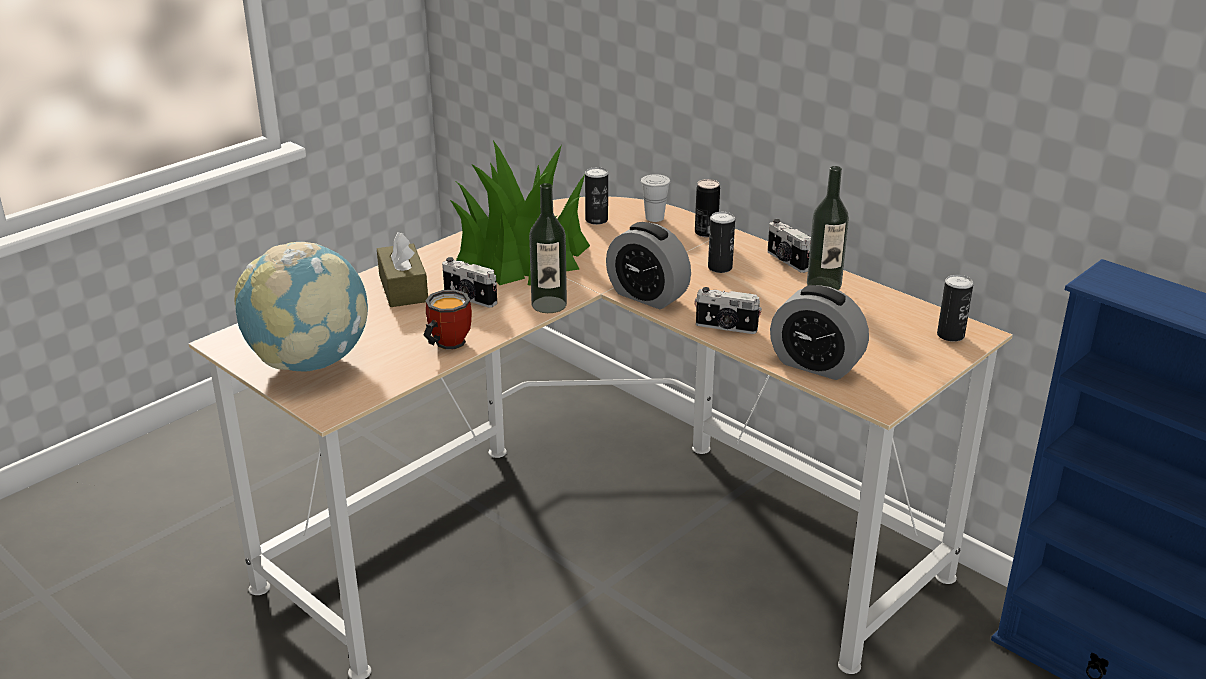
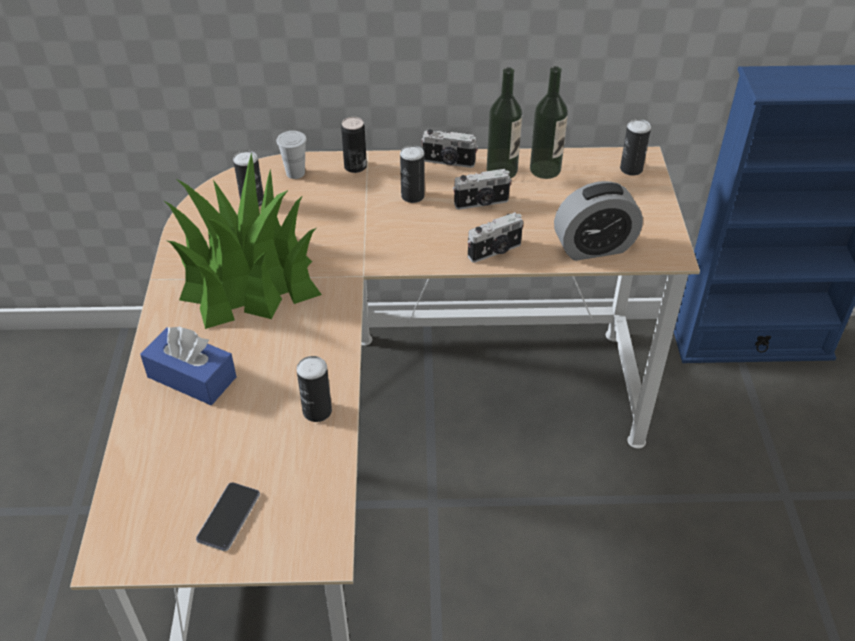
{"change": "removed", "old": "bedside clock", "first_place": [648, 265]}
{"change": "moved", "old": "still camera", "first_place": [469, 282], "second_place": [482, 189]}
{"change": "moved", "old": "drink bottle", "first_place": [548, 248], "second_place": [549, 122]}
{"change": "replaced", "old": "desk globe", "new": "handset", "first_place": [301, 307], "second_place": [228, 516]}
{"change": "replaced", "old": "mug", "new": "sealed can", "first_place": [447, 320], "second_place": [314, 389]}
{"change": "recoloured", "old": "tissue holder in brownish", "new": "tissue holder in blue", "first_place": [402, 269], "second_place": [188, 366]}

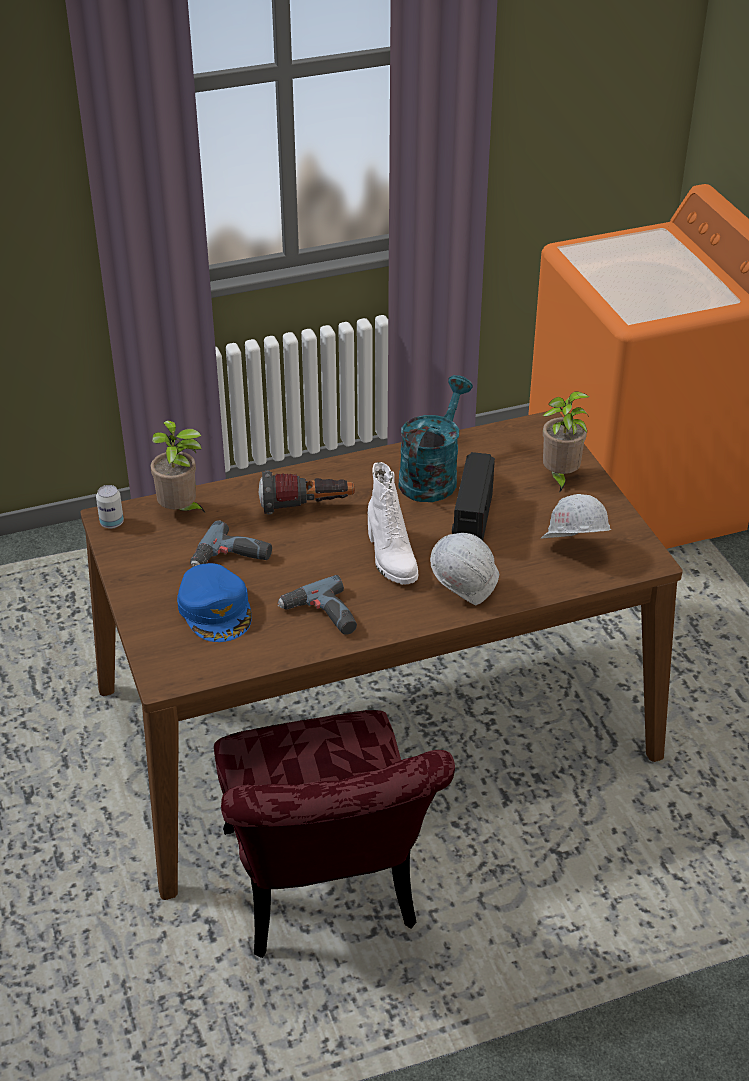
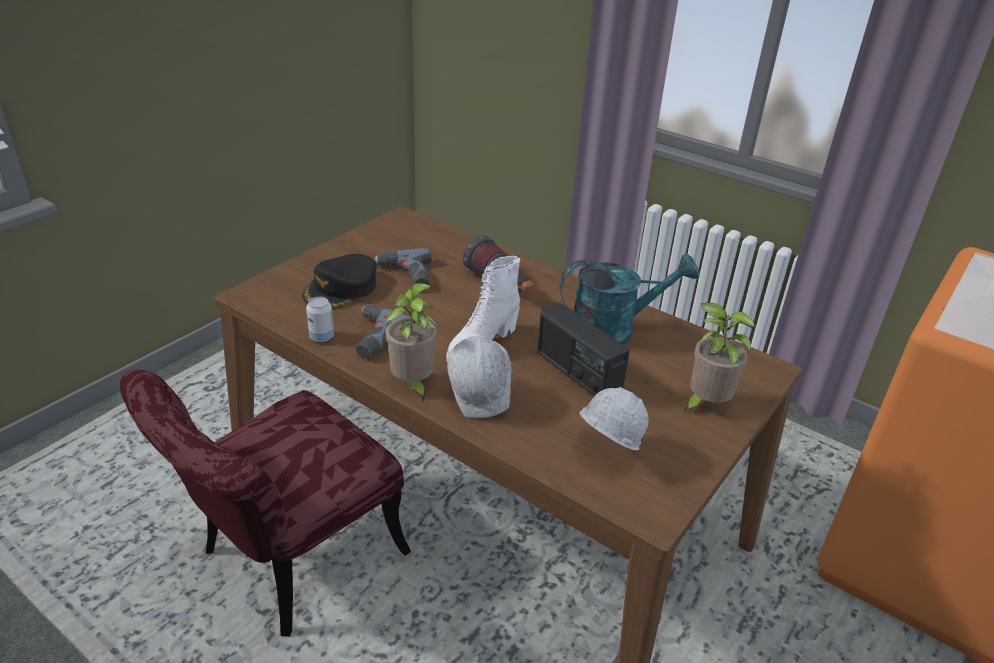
{"change": "moved", "old": "sealed can", "first_place": [110, 507], "second_place": [320, 319]}
{"change": "moved", "old": "houseplant", "first_place": [178, 467], "second_place": [412, 342]}
{"change": "recoloured", "old": "baseball cap in blue", "new": "baseball cap in blackish", "first_place": [214, 602], "second_place": [339, 281]}
{"change": "turned", "old": "radio", "first_place": [473, 496], "second_place": [583, 349], "degrees": -105}

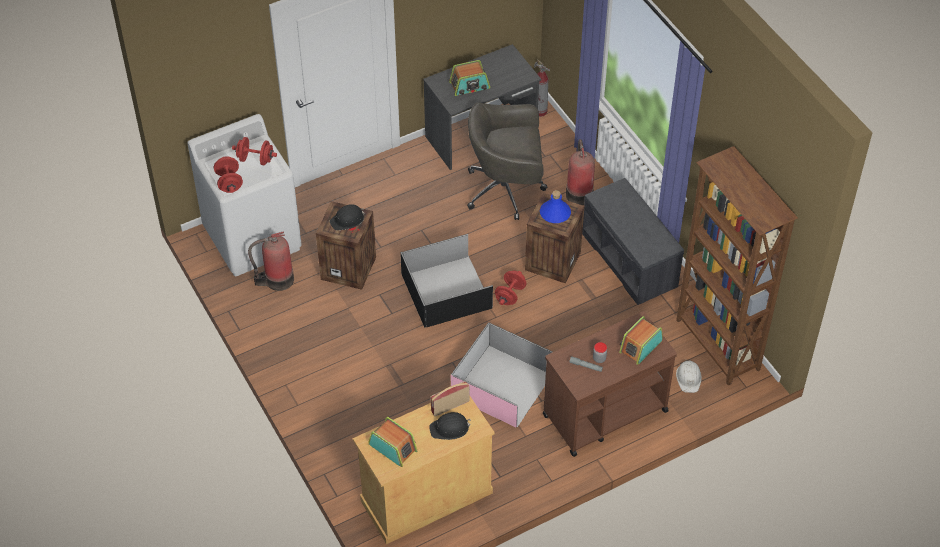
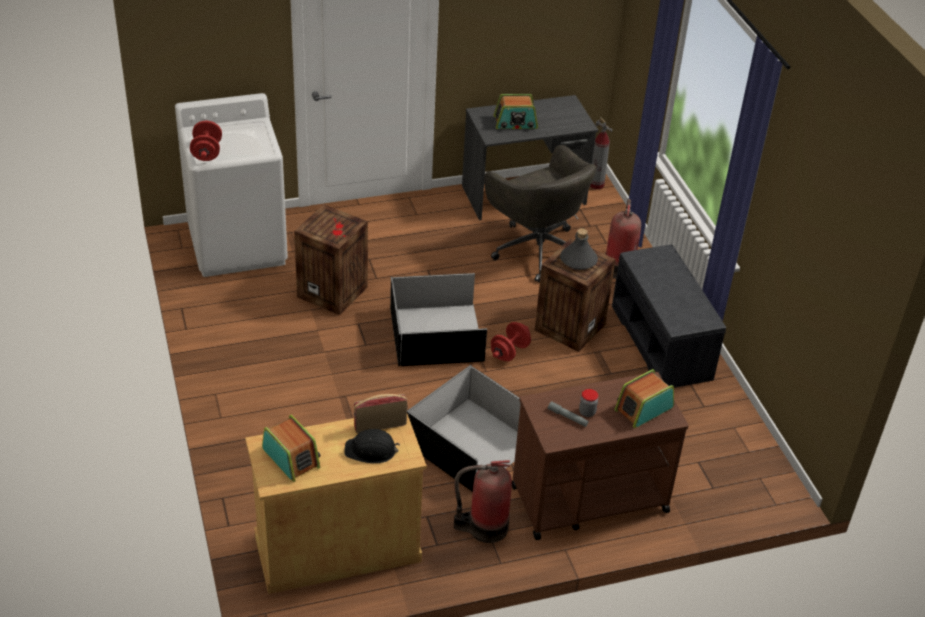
{"change": "removed", "old": "dumbbell in red", "first_place": [254, 151]}
{"change": "removed", "old": "safety helmet in blackish", "first_place": [347, 217]}
{"change": "removed", "old": "shelving unit in brownish", "first_place": [737, 265]}
{"change": "removed", "old": "safety helmet in white", "first_place": [689, 376]}
{"change": "moved", "old": "fire-fighting cylinder", "first_place": [271, 261], "second_place": [483, 501]}
{"change": "recoloured", "old": "storage bin in pinkish", "new": "storage bin in blackish", "first_place": [502, 374], "second_place": [464, 428]}
{"change": "recoloured", "old": "drink bottle in blue", "new": "drink bottle in gray", "first_place": [555, 206], "second_place": [579, 249]}
{"change": "turned", "old": "computer chair in gray", "first_place": [507, 161], "second_place": [540, 214], "degrees": -135}

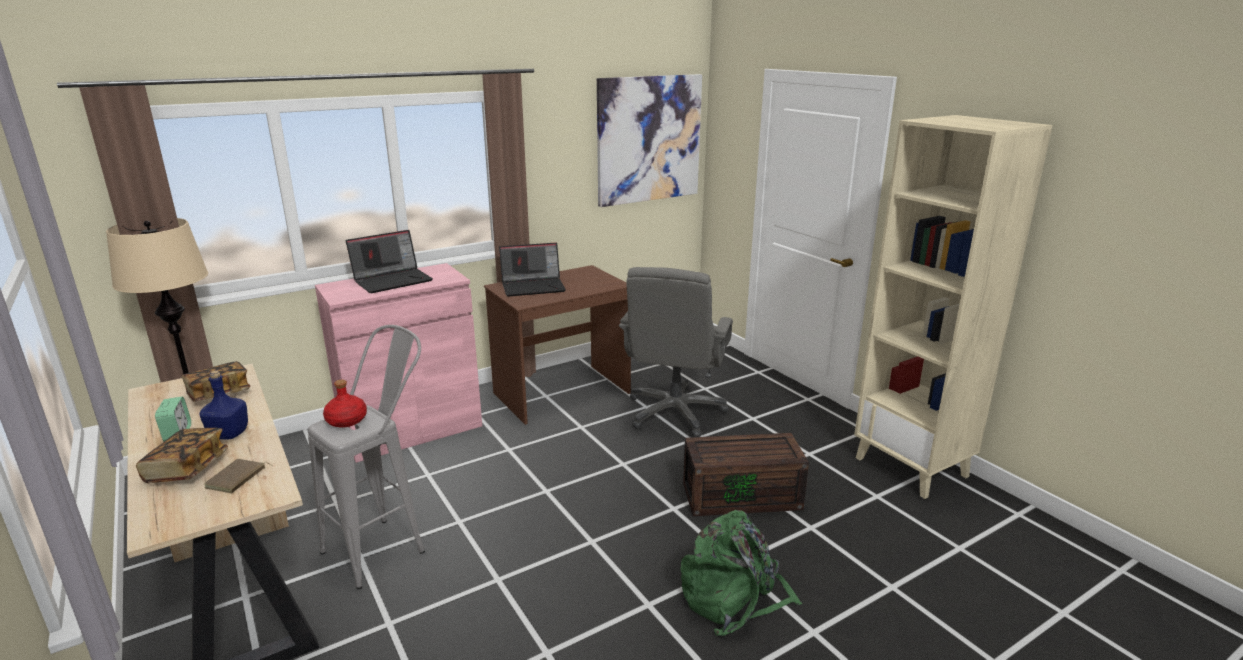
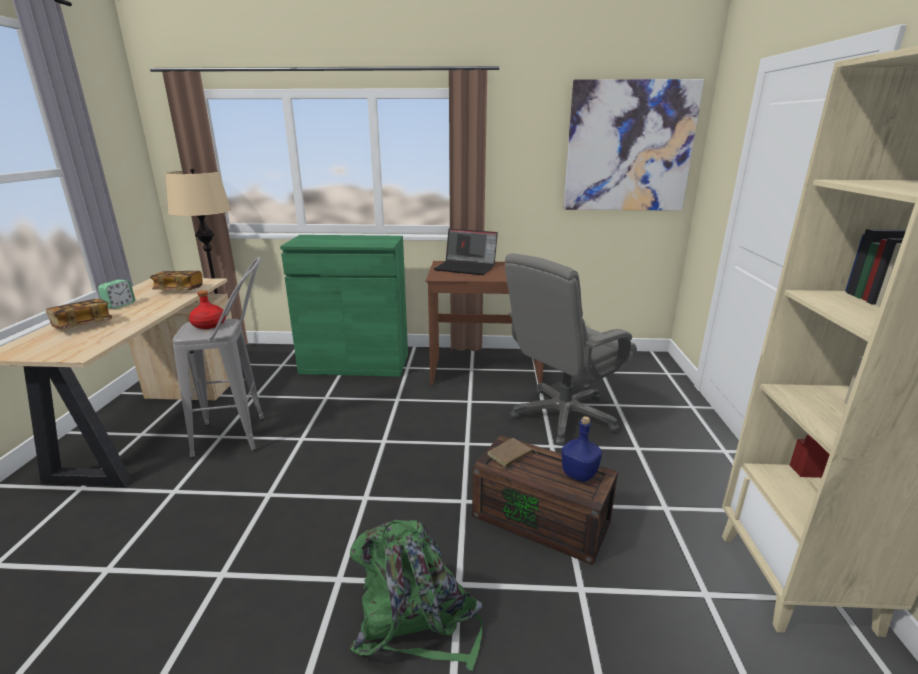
{"change": "removed", "old": "laptop", "first_place": [389, 261]}
{"change": "moved", "old": "drink bottle in blue", "first_place": [223, 405], "second_place": [582, 449]}
{"change": "moved", "old": "bound book in brownish", "first_place": [238, 476], "second_place": [512, 452]}
{"change": "recoloured", "old": "storage cabinet in pinkish", "new": "storage cabinet in green-coloured", "first_place": [398, 363], "second_place": [344, 306]}

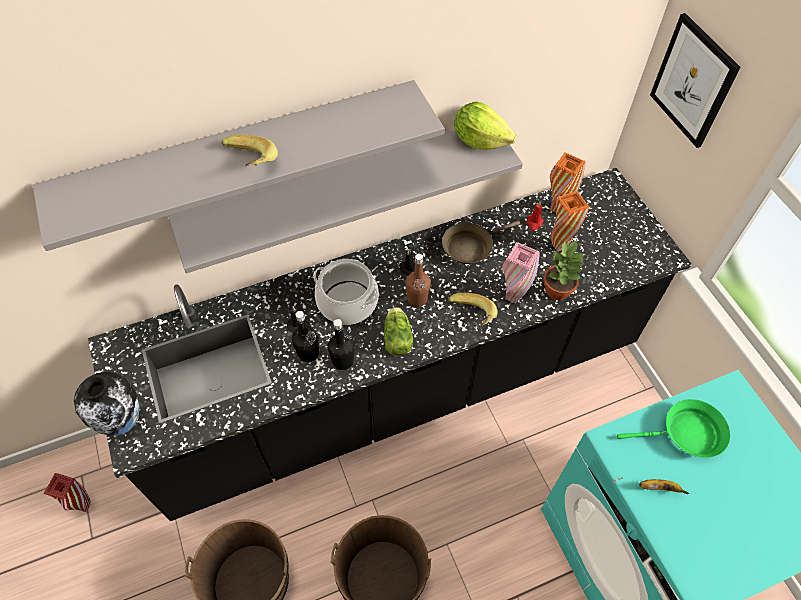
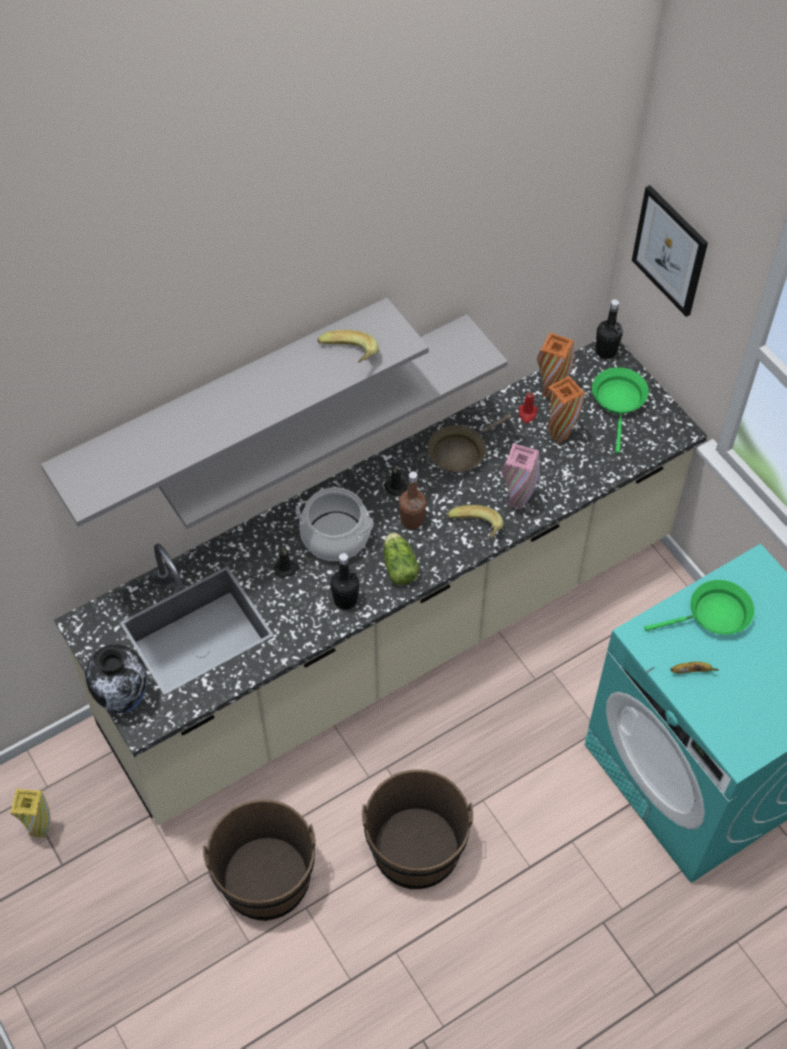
{"change": "removed", "old": "head of lettuce", "first_place": [485, 126]}
{"change": "removed", "old": "houseplant", "first_place": [563, 270]}
{"change": "added", "new": "pan in green-coloured", "second_place": [620, 410]}
{"change": "moved", "old": "banana", "first_place": [250, 151], "second_place": [348, 346]}
{"change": "moved", "old": "drink bottle in blackish", "first_place": [305, 336], "second_place": [609, 329]}
{"change": "recoloured", "old": "flower vase in red", "new": "flower vase in yellow-coloured", "first_place": [67, 492], "second_place": [30, 813]}
{"change": "recoloured", "old": "kitchen counter in blackish", "new": "kitchen counter in sand-coloured", "first_place": [390, 344], "second_place": [380, 583]}

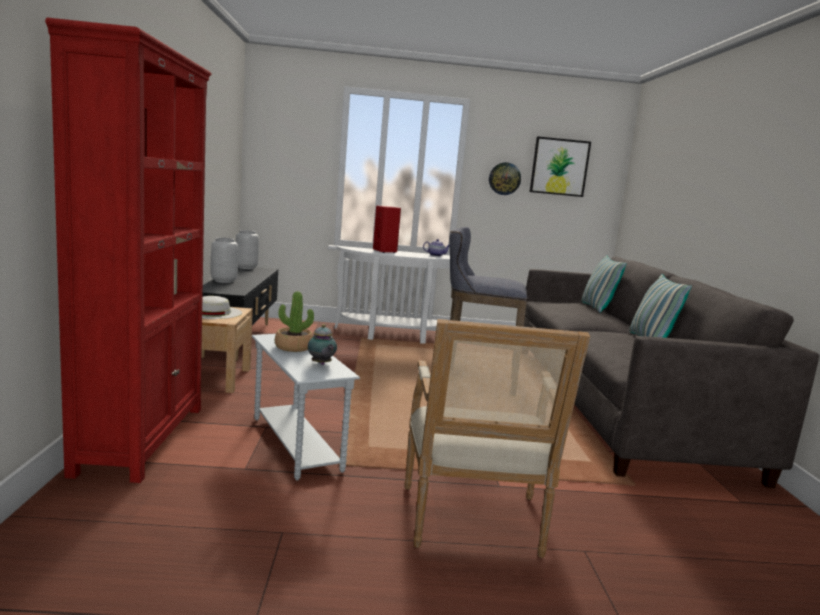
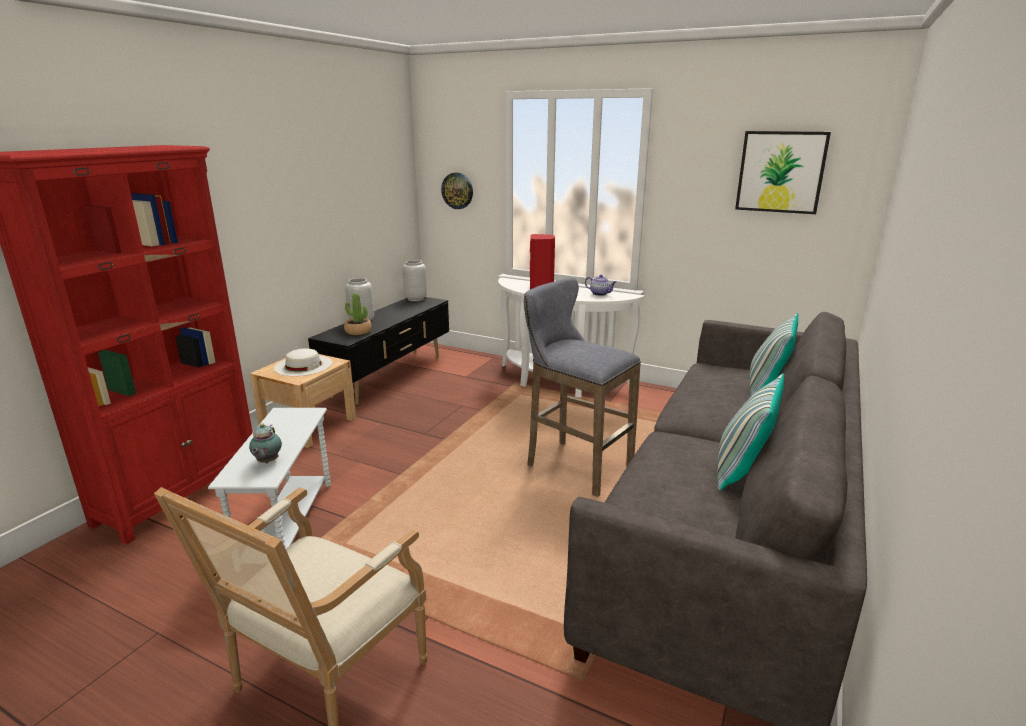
{"change": "moved", "old": "houseplant", "first_place": [294, 321], "second_place": [358, 314]}
{"change": "moved", "old": "clock on the wall", "first_place": [505, 178], "second_place": [457, 190]}

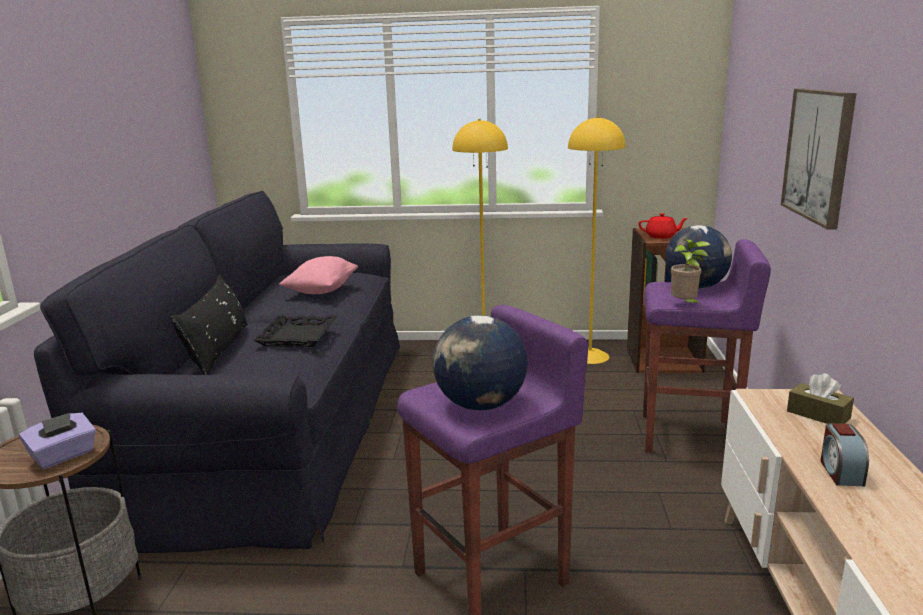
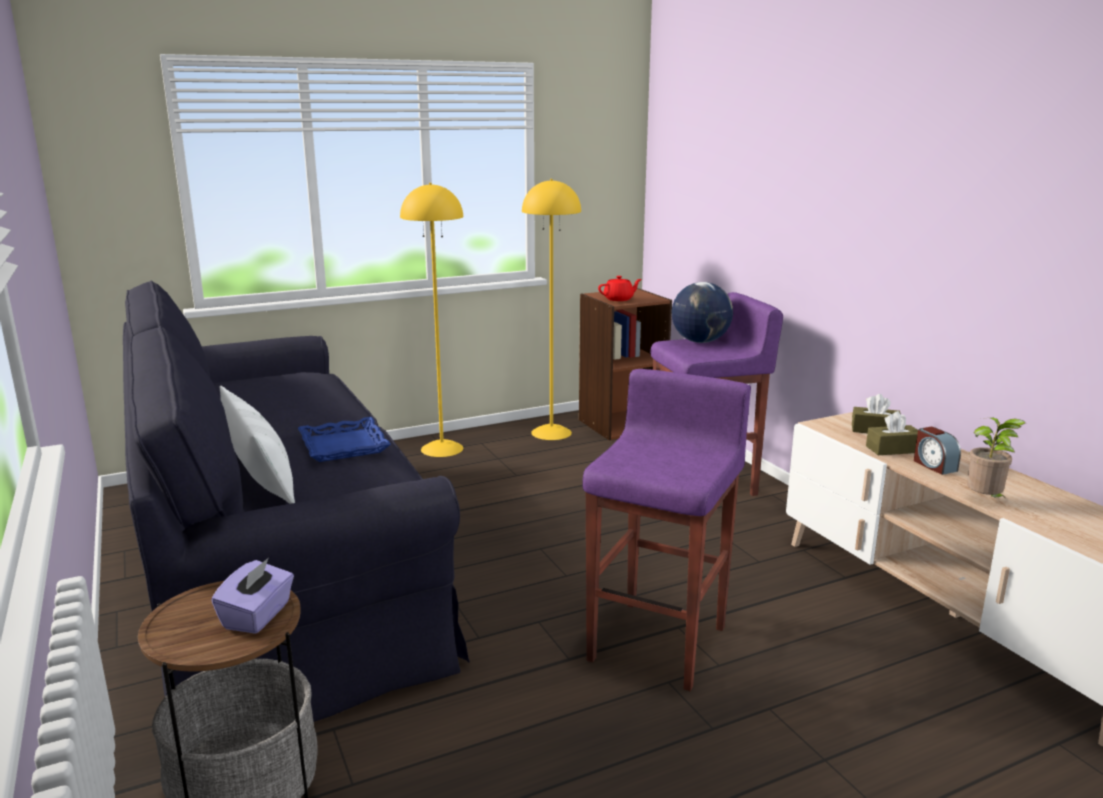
{"change": "removed", "old": "cushion in pinkish", "first_place": [318, 275]}
{"change": "removed", "old": "desk globe", "first_place": [480, 363]}
{"change": "removed", "old": "picture", "first_place": [818, 159]}
{"change": "added", "new": "tissue holder in brownish", "second_place": [892, 433]}
{"change": "moved", "old": "houseplant", "first_place": [690, 272], "second_place": [996, 459]}
{"change": "recoloured", "old": "cushion in blackish", "new": "cushion in white", "first_place": [209, 325], "second_place": [257, 445]}
{"change": "recoloured", "old": "serving tray in blackish", "new": "serving tray in blue", "first_place": [295, 331], "second_place": [344, 439]}

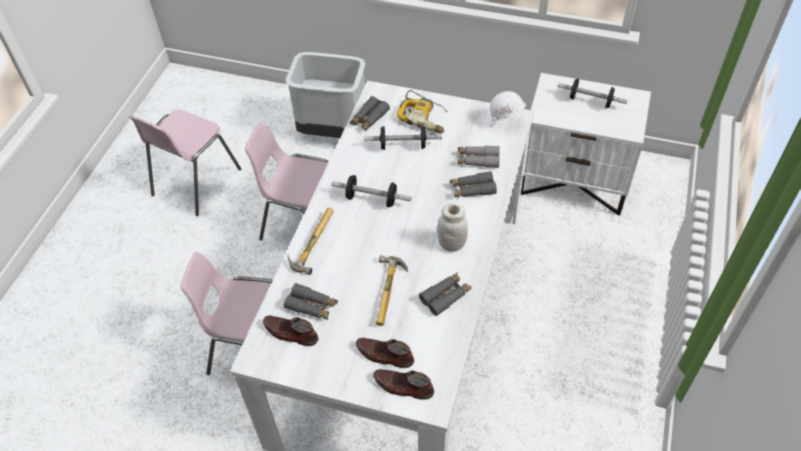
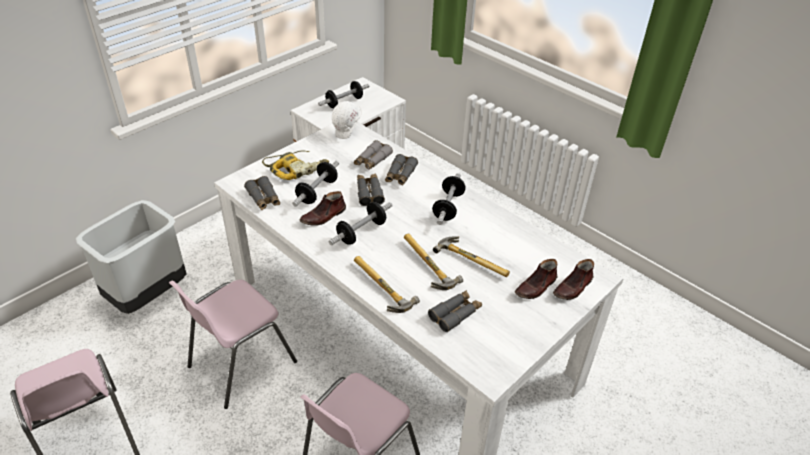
{"change": "added", "new": "hammer", "second_place": [433, 262]}
{"change": "moved", "old": "item of footwear in brownish", "first_place": [291, 330], "second_place": [322, 208]}
{"change": "moved", "old": "binoculars in gray", "first_place": [445, 294], "second_place": [371, 190]}
{"change": "replaced", "old": "preserve jar in white", "new": "dumbbell", "first_place": [452, 228], "second_place": [449, 199]}

